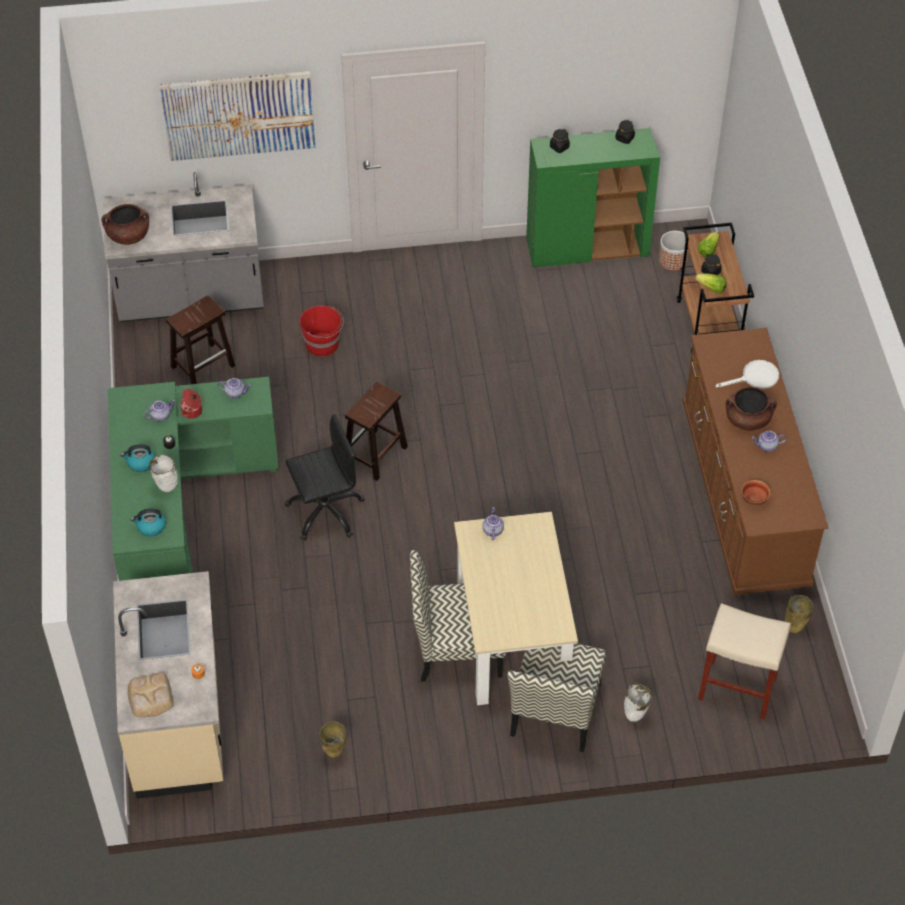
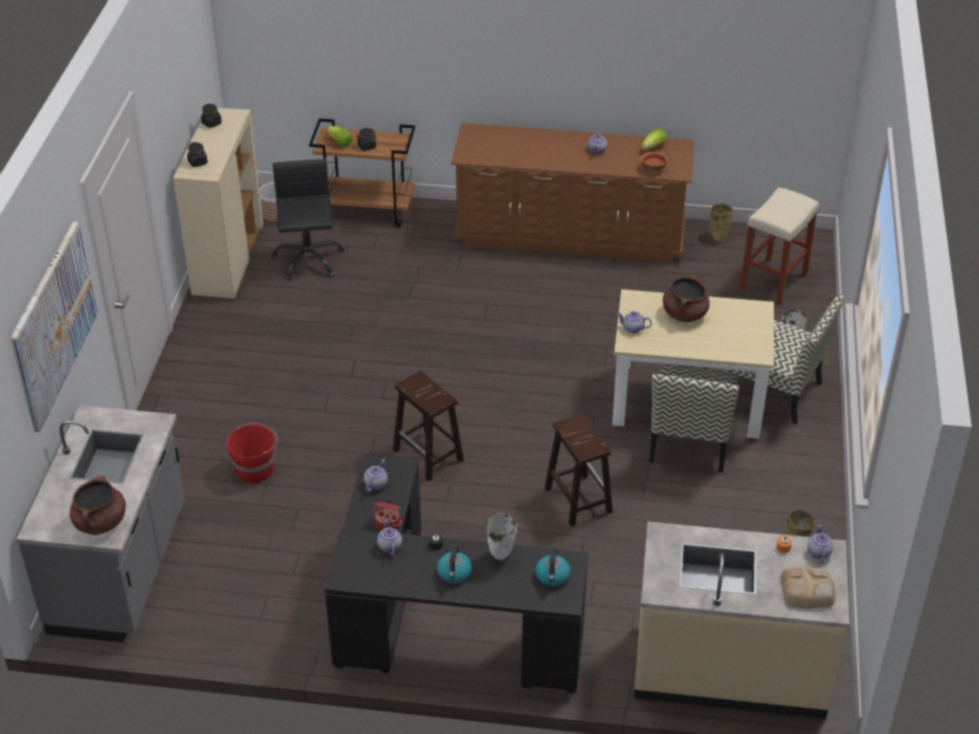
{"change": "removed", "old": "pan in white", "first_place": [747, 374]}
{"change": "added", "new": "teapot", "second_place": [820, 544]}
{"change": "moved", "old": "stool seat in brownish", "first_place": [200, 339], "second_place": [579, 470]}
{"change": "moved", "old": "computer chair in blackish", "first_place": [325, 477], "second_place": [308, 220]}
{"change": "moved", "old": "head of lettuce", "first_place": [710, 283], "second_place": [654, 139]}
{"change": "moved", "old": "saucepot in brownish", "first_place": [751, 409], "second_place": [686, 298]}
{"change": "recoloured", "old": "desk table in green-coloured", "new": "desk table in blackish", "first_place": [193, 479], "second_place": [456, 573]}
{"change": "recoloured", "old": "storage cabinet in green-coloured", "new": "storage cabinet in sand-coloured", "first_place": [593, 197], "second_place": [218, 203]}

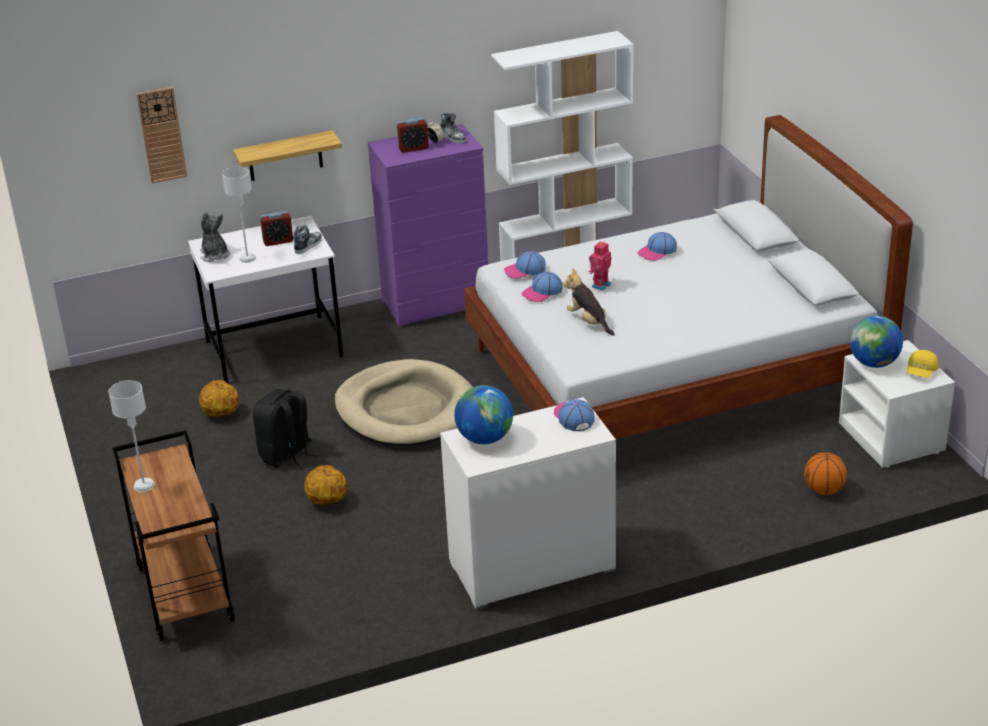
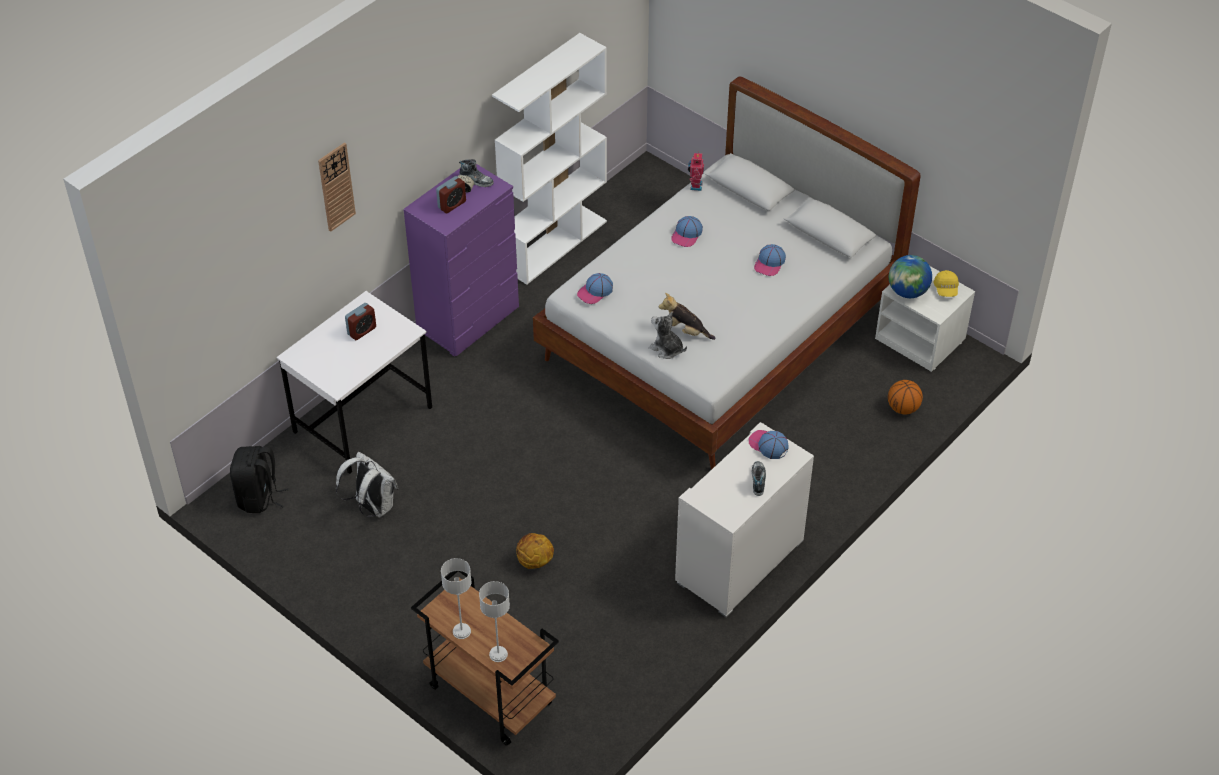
{"change": "removed", "old": "wall shelf", "first_place": [287, 155]}
{"change": "removed", "old": "dog cushion in sand-coloured", "first_place": [403, 402]}
{"change": "removed", "old": "desk globe", "first_place": [483, 414]}
{"change": "moved", "old": "clock on the wall", "first_place": [161, 135], "second_place": [337, 187]}
{"change": "moved", "old": "cuddly toy", "first_place": [215, 237], "second_place": [668, 335]}
{"change": "moved", "old": "lamp for a table in gray", "first_place": [239, 214], "second_place": [494, 621]}
{"change": "moved", "old": "rucksack in blackish", "first_place": [286, 429], "second_place": [259, 479]}
{"change": "moved", "old": "item of footwear", "first_place": [307, 239], "second_place": [758, 478]}
{"change": "moved", "old": "baseball cap", "first_place": [542, 287], "second_place": [770, 260]}
{"change": "moved", "old": "toy robot", "first_place": [600, 265], "second_place": [696, 172]}
{"change": "replaced", "old": "ball for basketball", "new": "rucksack in white", "first_place": [219, 398], "second_place": [367, 485]}

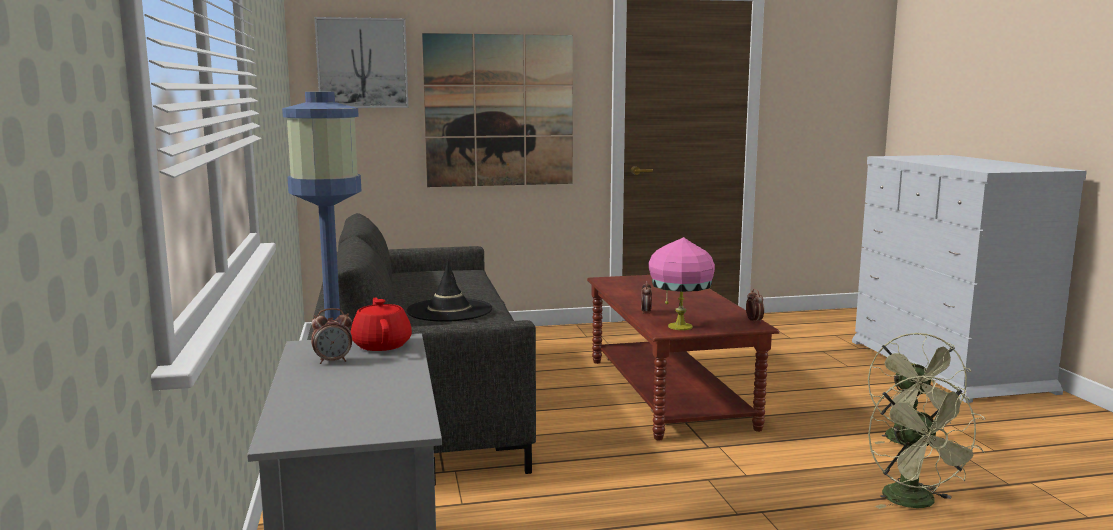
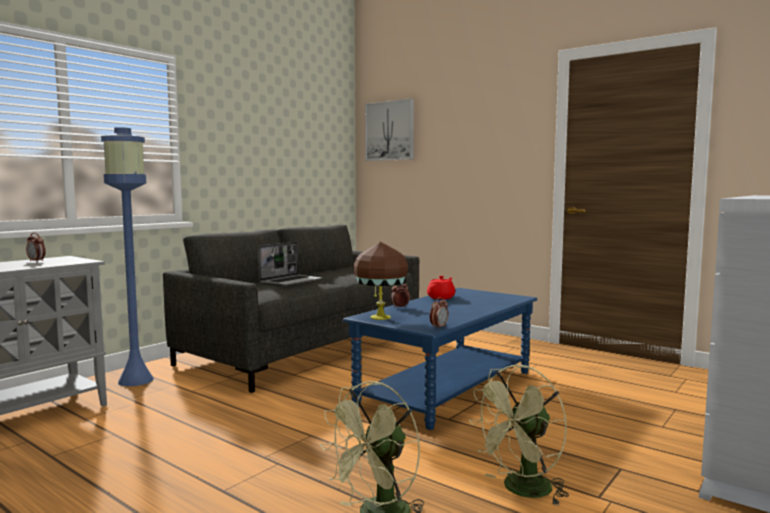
{"change": "removed", "old": "picture", "first_place": [497, 110]}
{"change": "moved", "old": "teapot in red", "first_place": [381, 324], "second_place": [441, 287]}
{"change": "replaced", "old": "hat in blackish", "new": "laptop", "first_place": [449, 291], "second_place": [290, 264]}
{"change": "recoloured", "old": "coffee table in brownish", "new": "coffee table in blue", "first_place": [683, 358], "second_place": [440, 359]}
{"change": "recoloured", "old": "lamp for a table in pinkish", "new": "lamp for a table in brownish", "first_place": [682, 283], "second_place": [380, 281]}

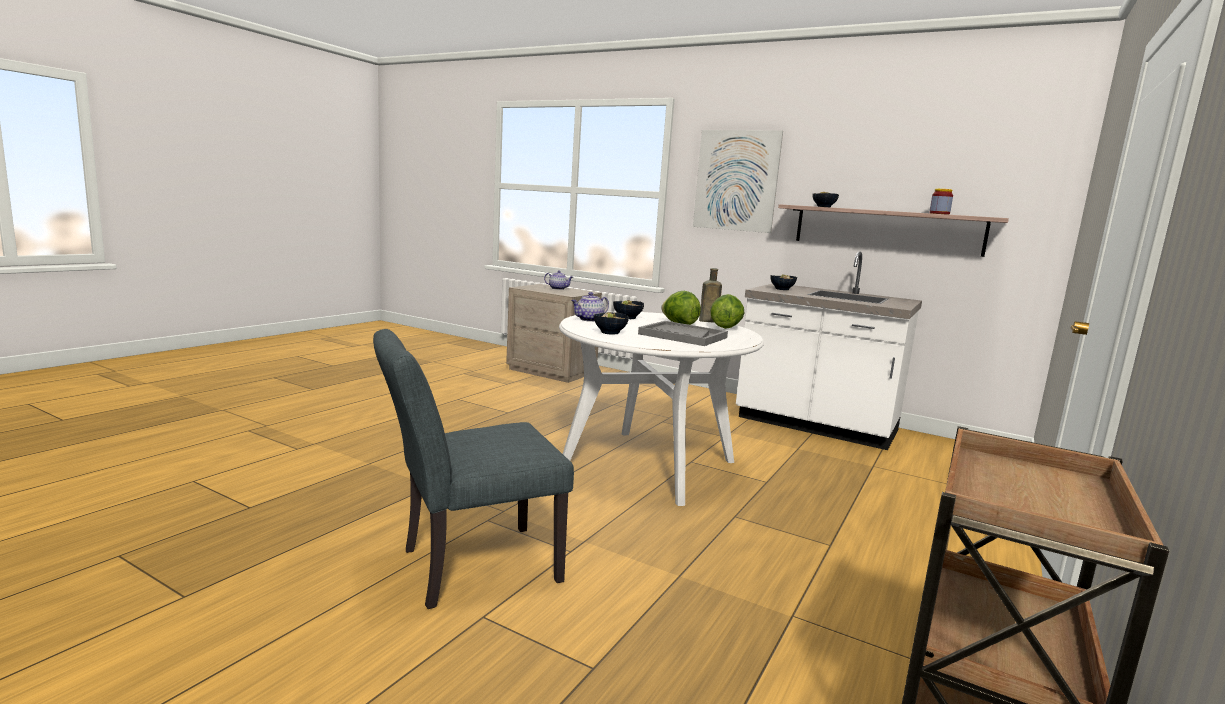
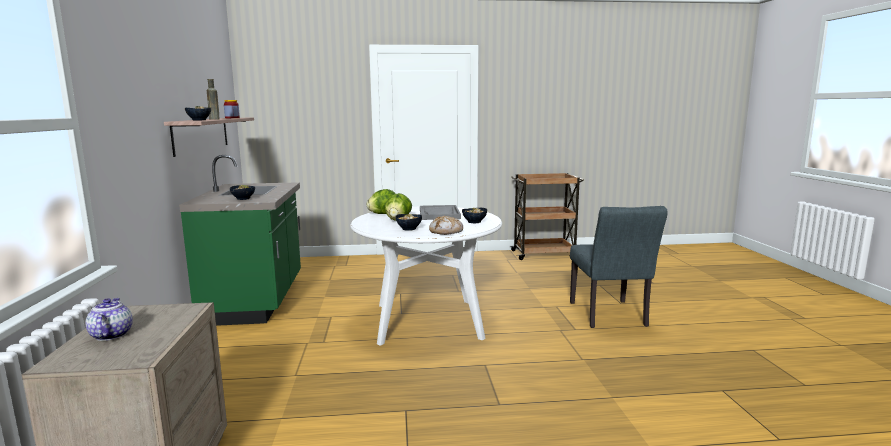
{"change": "removed", "old": "picture", "first_place": [738, 181]}
{"change": "moved", "old": "drink bottle in brownish", "first_place": [710, 295], "second_place": [213, 99]}
{"change": "replaced", "old": "teapot", "new": "baked bread", "first_place": [590, 307], "second_place": [446, 225]}
{"change": "recoloured", "old": "kitchen counter in white", "new": "kitchen counter in green-coloured", "first_place": [829, 350], "second_place": [240, 240]}
{"change": "turned", "old": "plain chair in gray", "first_place": [473, 469], "second_place": [619, 267], "degrees": 60}

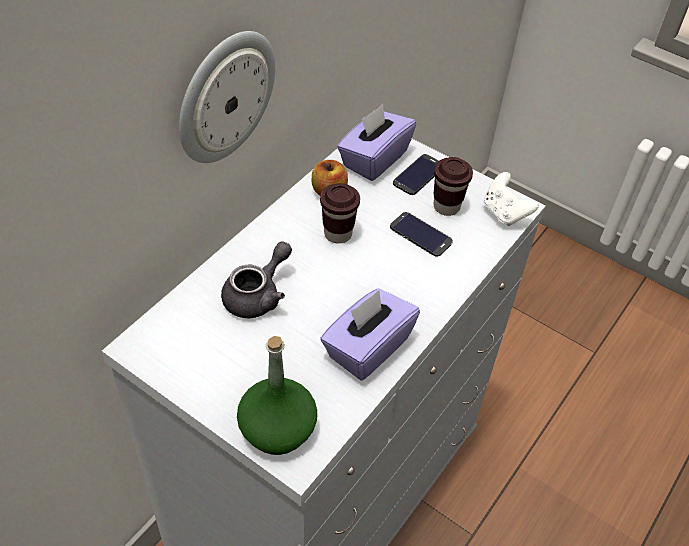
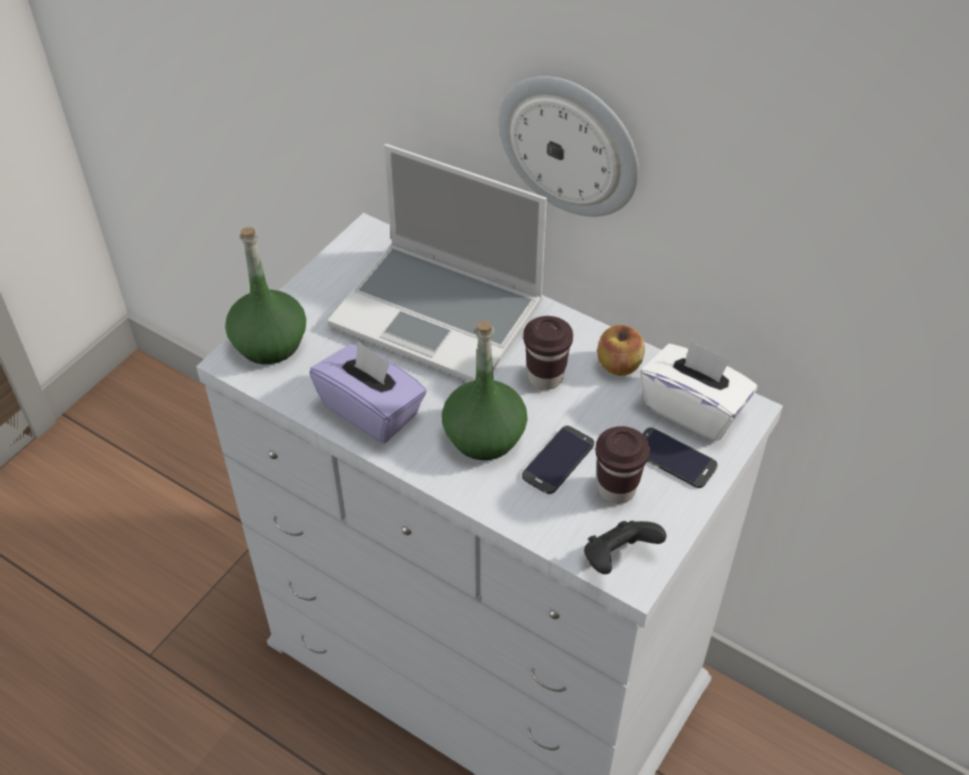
{"change": "added", "new": "drink bottle in green-coloured", "second_place": [484, 390]}
{"change": "replaced", "old": "teapot in gray", "new": "laptop", "first_place": [256, 279], "second_place": [437, 263]}
{"change": "recoloured", "old": "tissue holder in purple", "new": "tissue holder in white", "first_place": [376, 142], "second_place": [698, 390]}
{"change": "recoloured", "old": "game controller in white", "new": "game controller in blackish", "first_place": [511, 199], "second_place": [625, 547]}

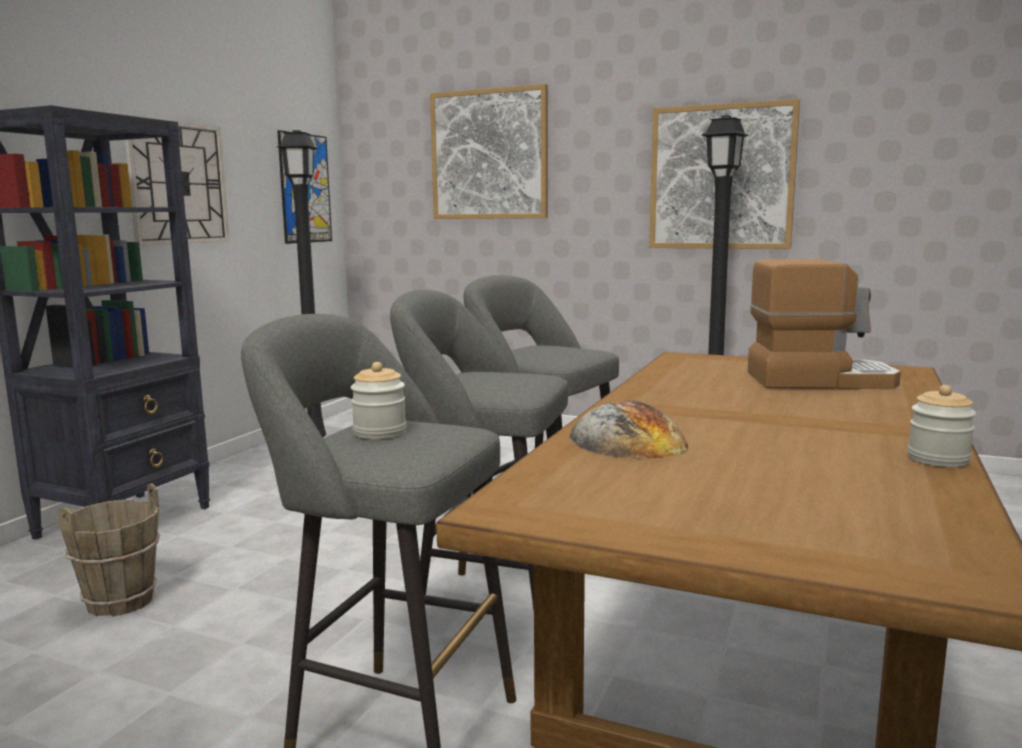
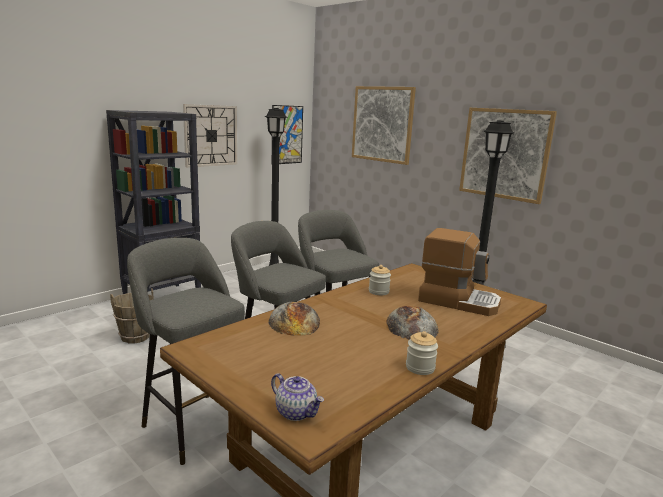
{"change": "added", "new": "teapot", "second_place": [297, 397]}
{"change": "added", "new": "baked bread", "second_place": [412, 323]}
{"change": "moved", "old": "preserve jar", "first_place": [378, 400], "second_place": [380, 280]}

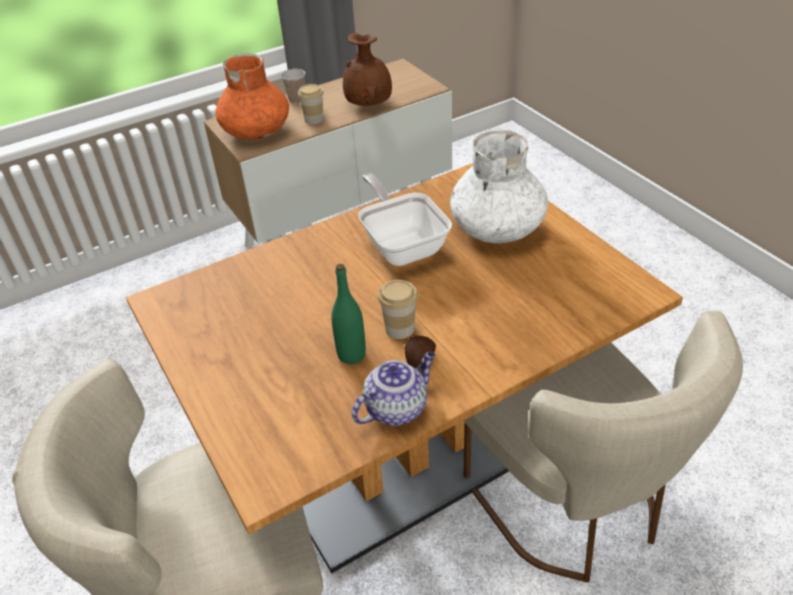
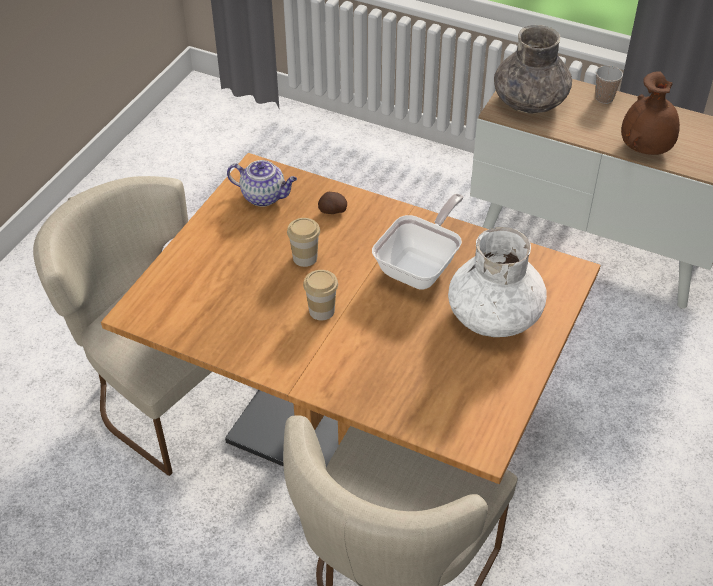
{"change": "removed", "old": "drink bottle in green-coloured", "first_place": [348, 314]}
{"change": "moved", "old": "small cup", "first_place": [311, 104], "second_place": [303, 242]}
{"change": "moved", "old": "teapot", "first_place": [393, 389], "second_place": [262, 183]}
{"change": "moved", "old": "whole potato", "first_place": [420, 352], "second_place": [332, 203]}
{"change": "recoloured", "old": "flower vase in orange", "new": "flower vase in gray", "first_place": [252, 97], "second_place": [533, 69]}

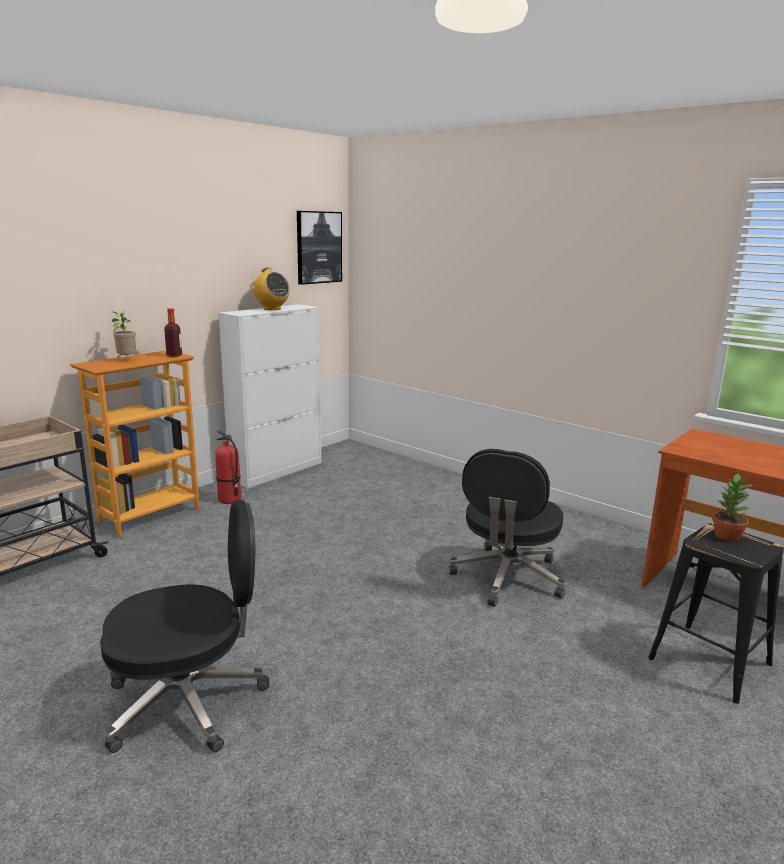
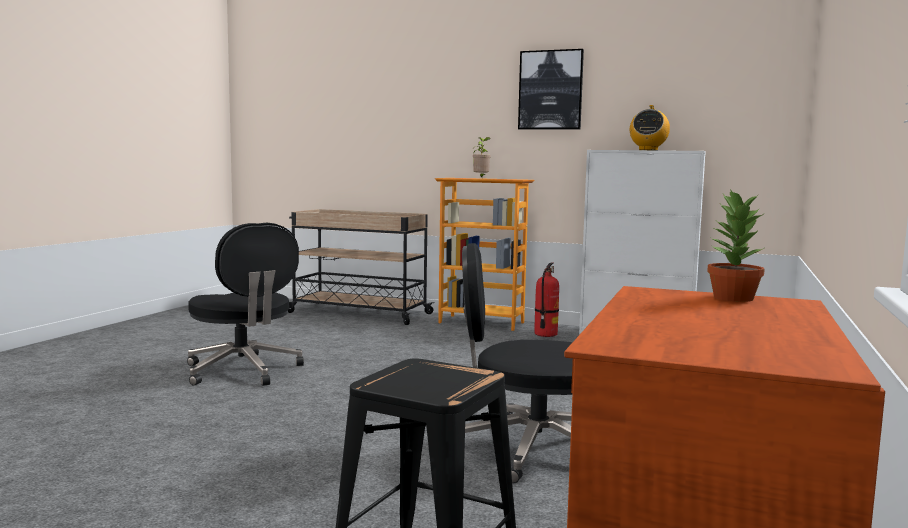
{"change": "removed", "old": "drink bottle", "first_place": [173, 332]}
{"change": "moved", "old": "picture", "first_place": [319, 248], "second_place": [551, 89]}
{"change": "moved", "old": "houseplant", "first_place": [732, 507], "second_place": [736, 245]}

